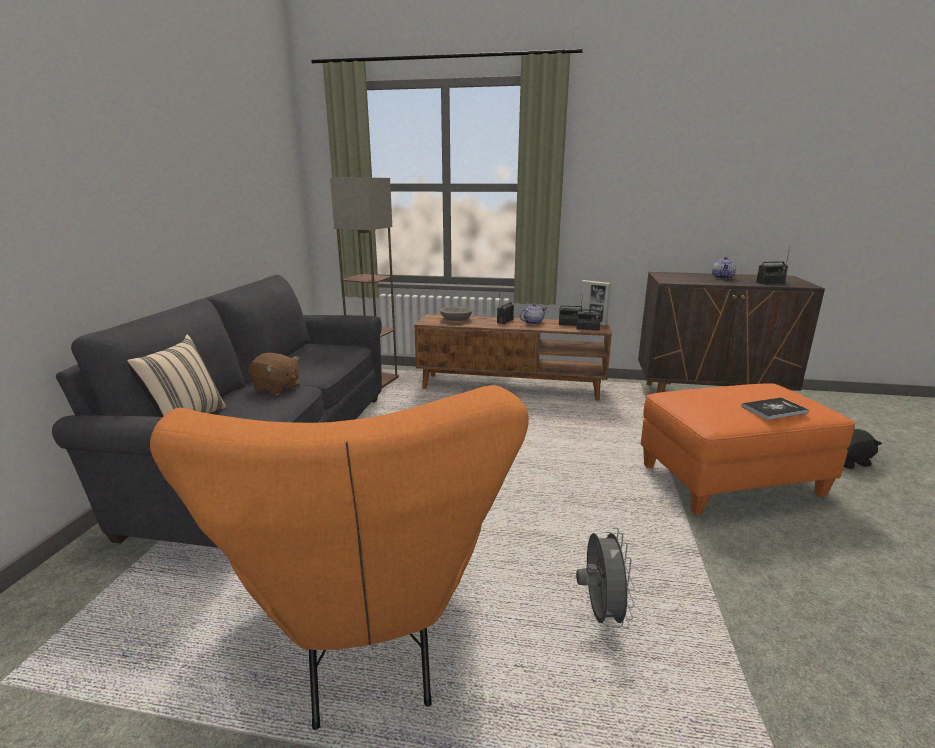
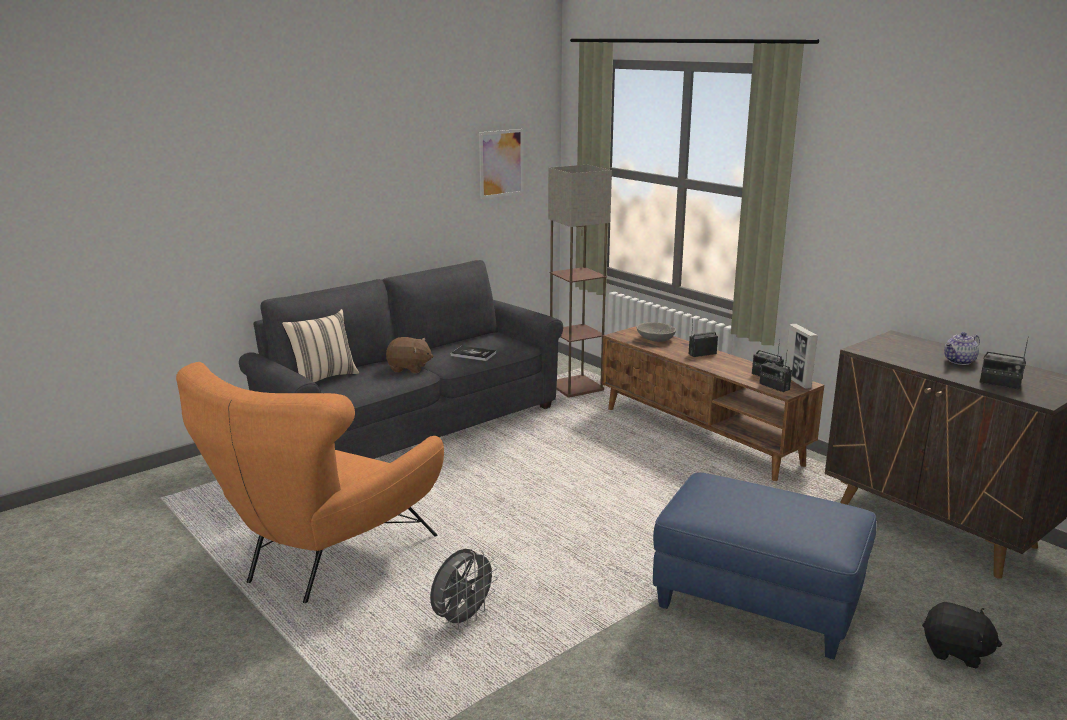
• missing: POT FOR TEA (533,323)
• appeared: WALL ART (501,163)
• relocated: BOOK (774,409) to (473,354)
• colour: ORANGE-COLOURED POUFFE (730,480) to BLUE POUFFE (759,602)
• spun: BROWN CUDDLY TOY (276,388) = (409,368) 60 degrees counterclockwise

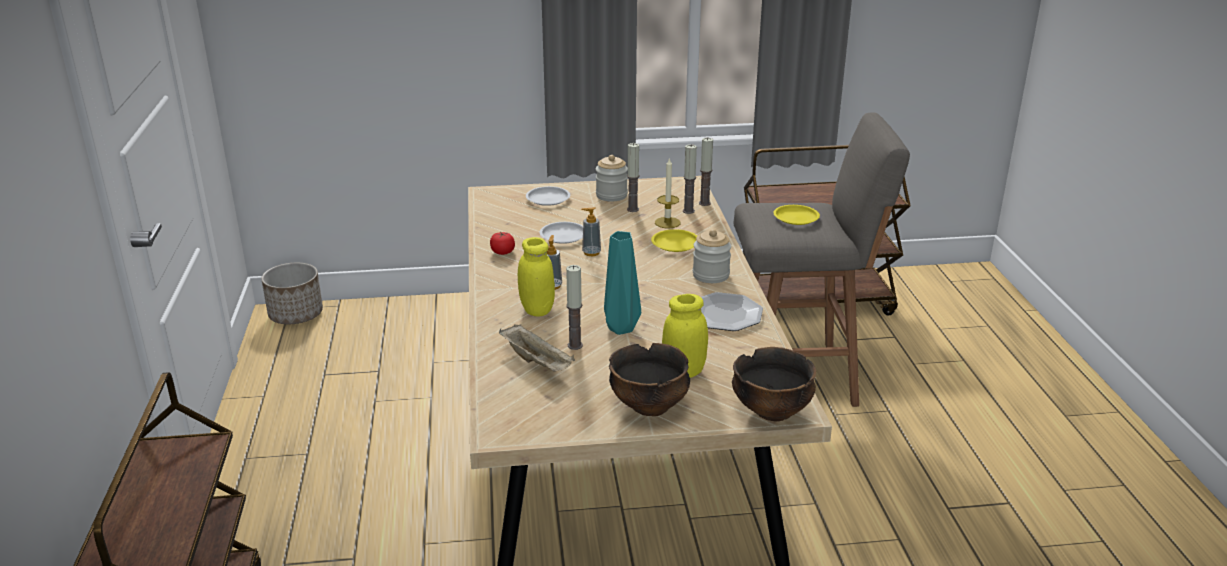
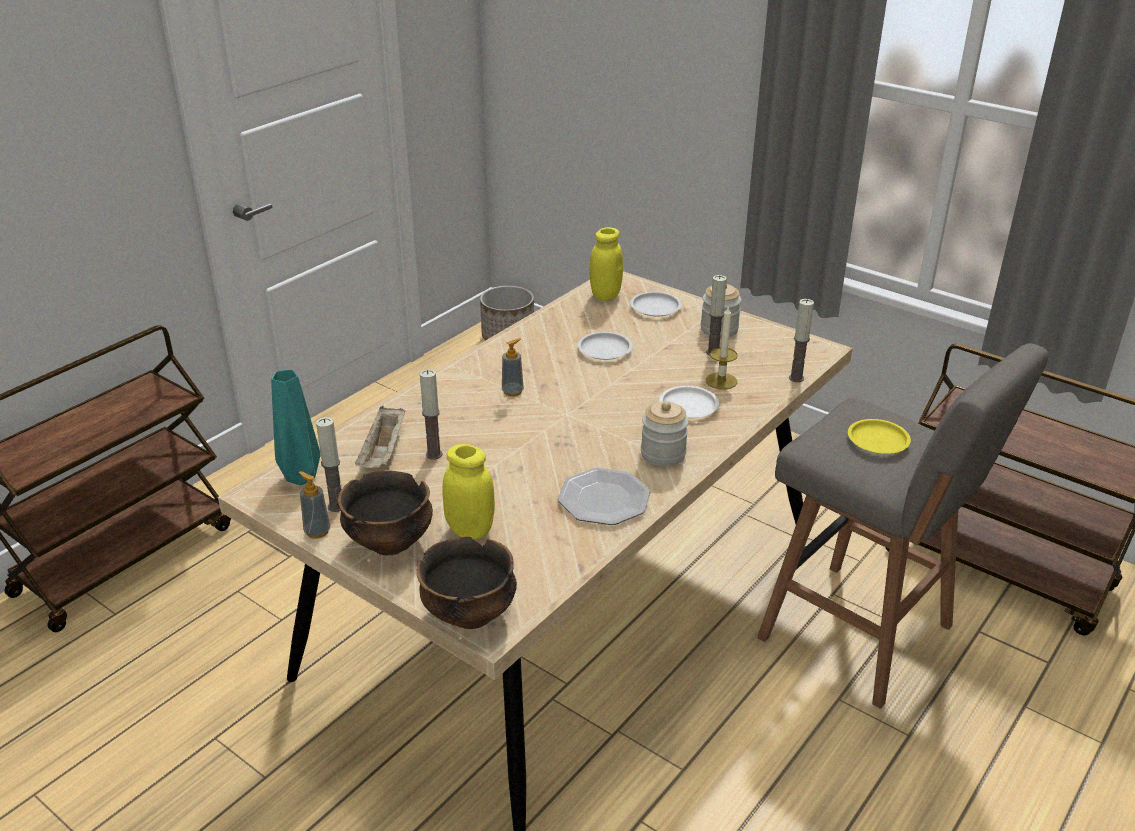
• missing: TOMATO (502,252)
• relocated: YELLOWISH STORAGE JAR (537,310) to (605,295)
• relocated: SOAP BOTTLE (591,253) to (317,531)
• relocated: TURQUOISE DECORATIVE VASE (623,328) to (302,477)
• relocated: CANDLE (688,211) to (336,506)
• colour: YELLOWISH PLATE (676,244) to WHITE PLATE (689,406)

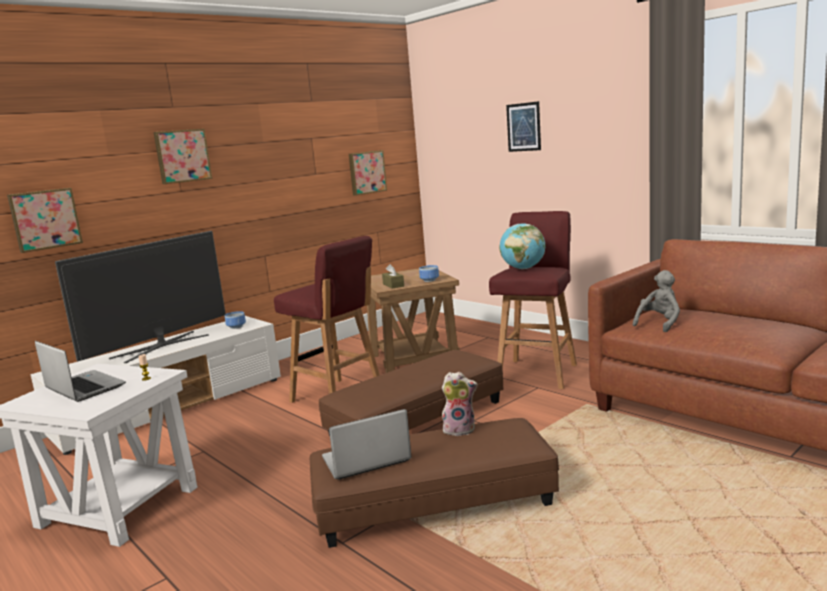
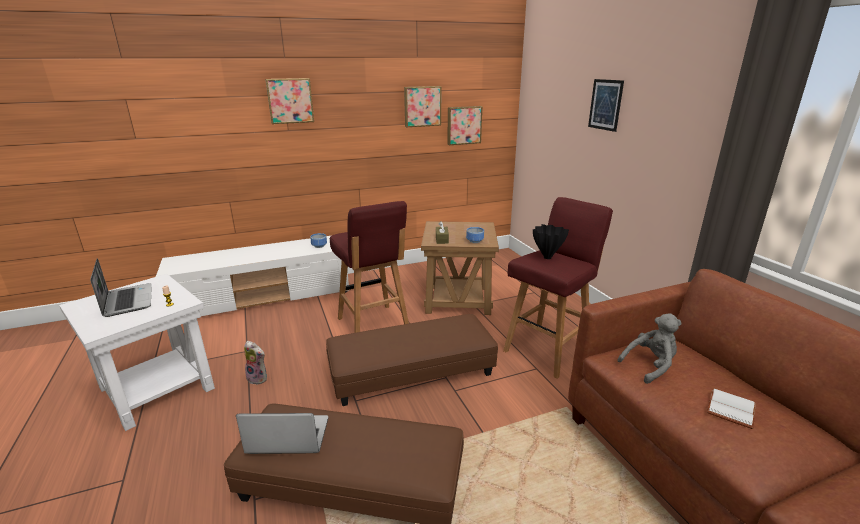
• missing: TELEVISION (161,346)
• appeared: WHITE BOOK (732,410)
• relocated: WALL ART (45,219) to (422,106)
• relocated: CUDDLY TOY (460,429) to (259,378)
• exchanged: WORLD GLOBE (523,268) to BLACKISH DECORATIVE VASE (546,257)

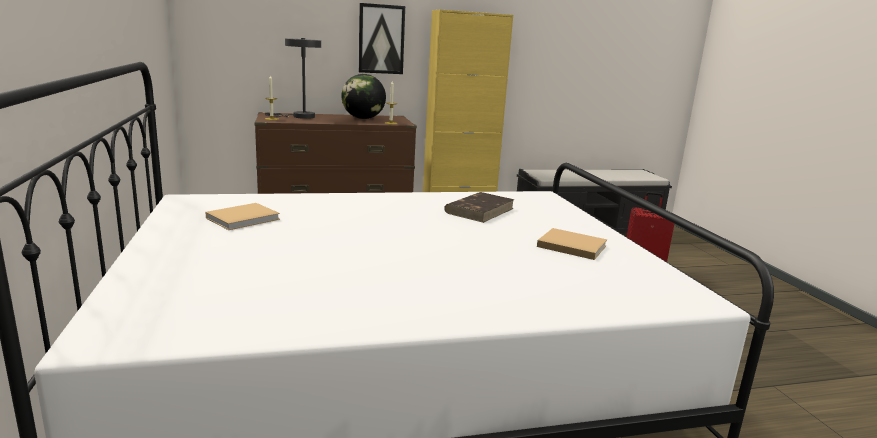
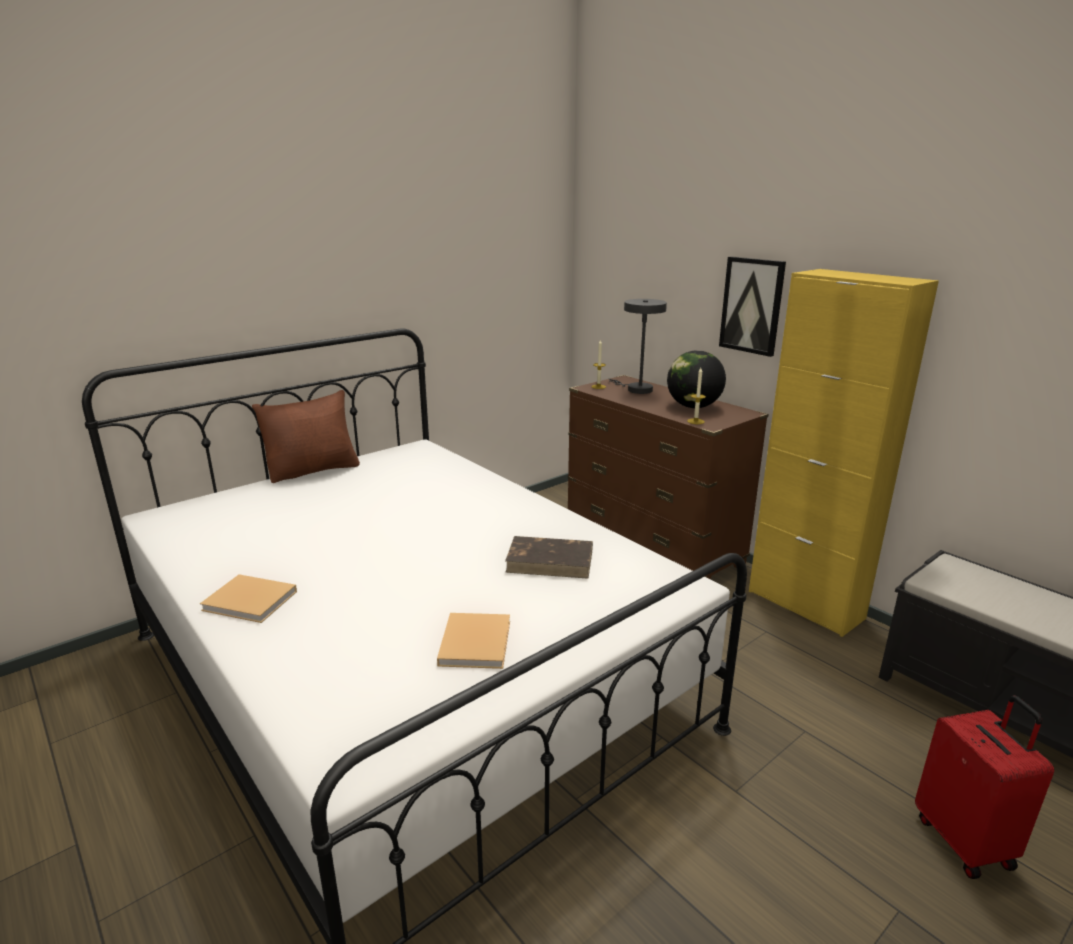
• appeared: BROWN PILLOW (313,470)
• relocated: BEIGE-COLOURED BOOK (245,218) to (252,601)

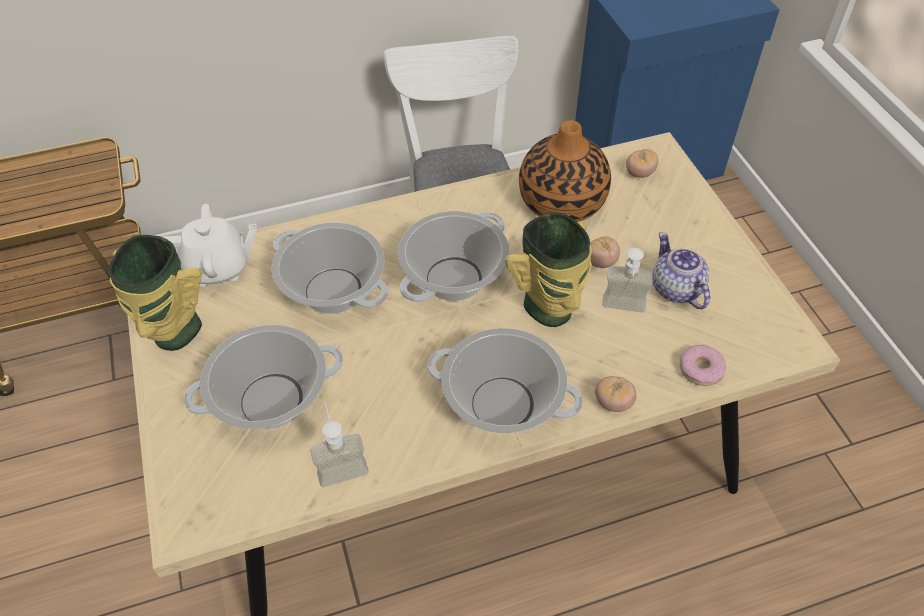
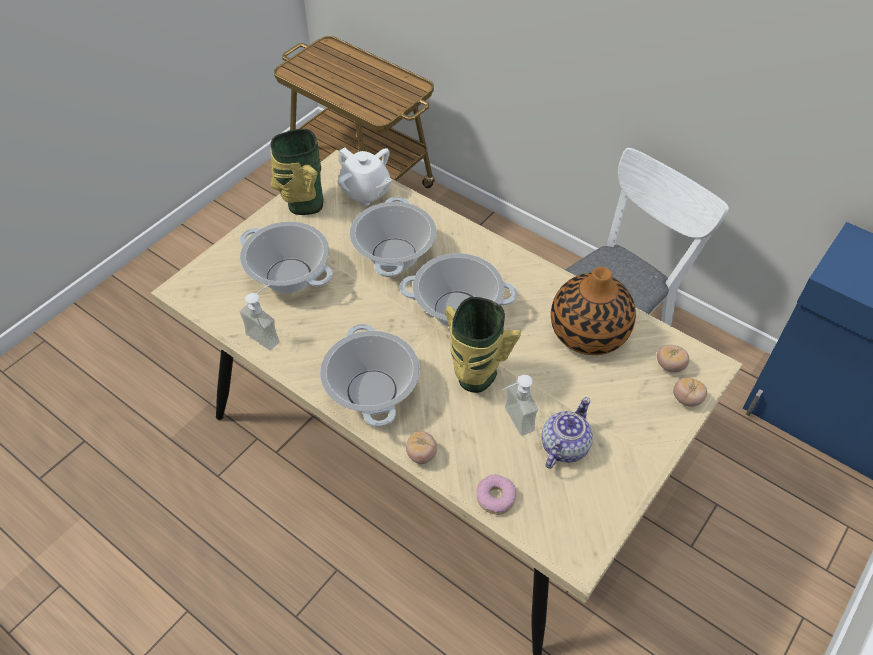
• relocated: TOMATO (601,262) to (686,399)

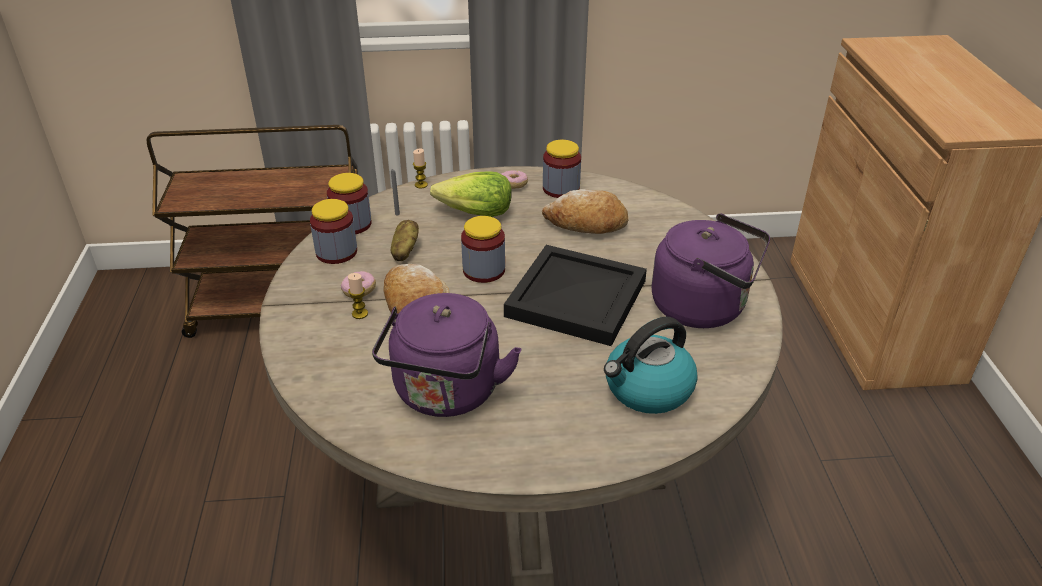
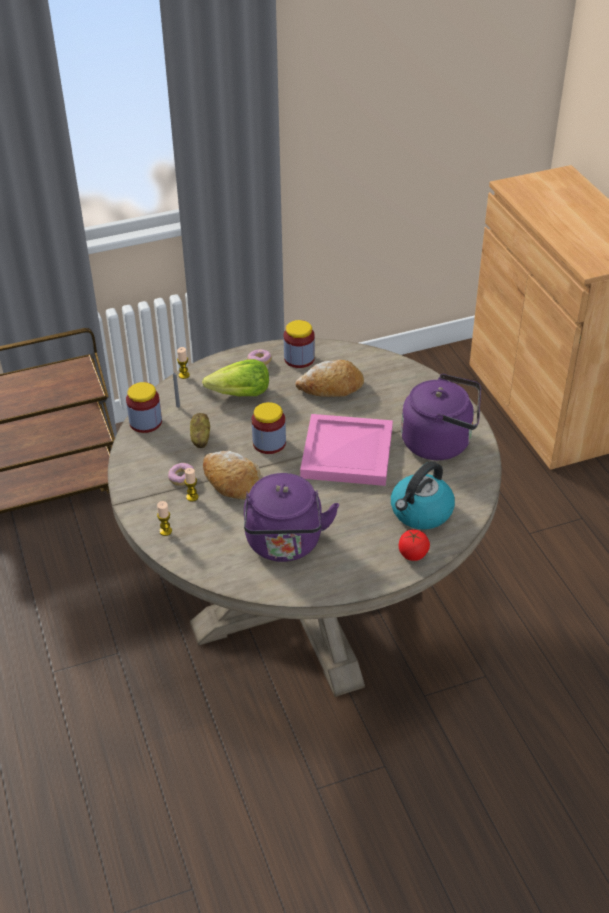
• missing: STORAGE JAR (336,252)
• appeared: CANDLE (165,531)
• appeared: TOMATO (413,554)
• colour: BLACKISH CARRYING TRAY (577,300) to PINK CARRYING TRAY (348,454)

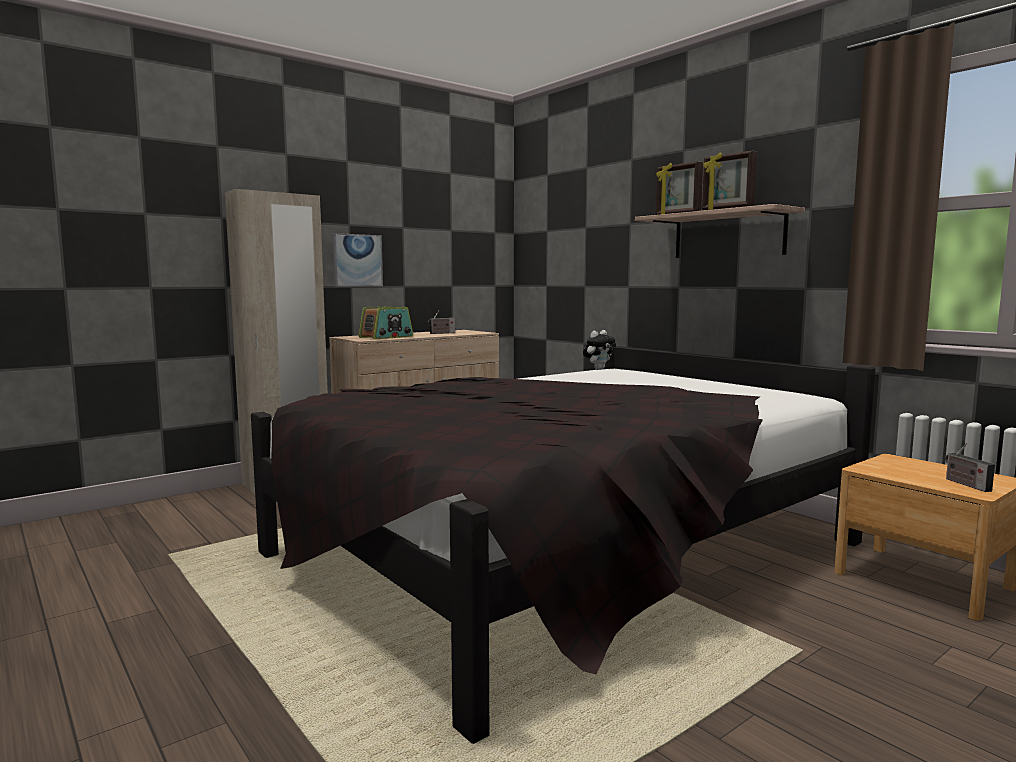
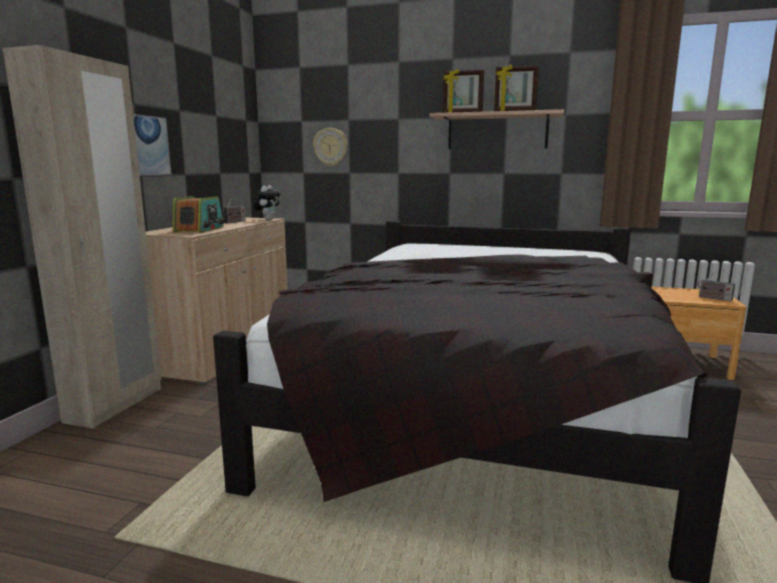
• appeared: CLOCK ON THE WALL (331,147)
• relocated: CUDDLY TOY (598,369) to (268,219)

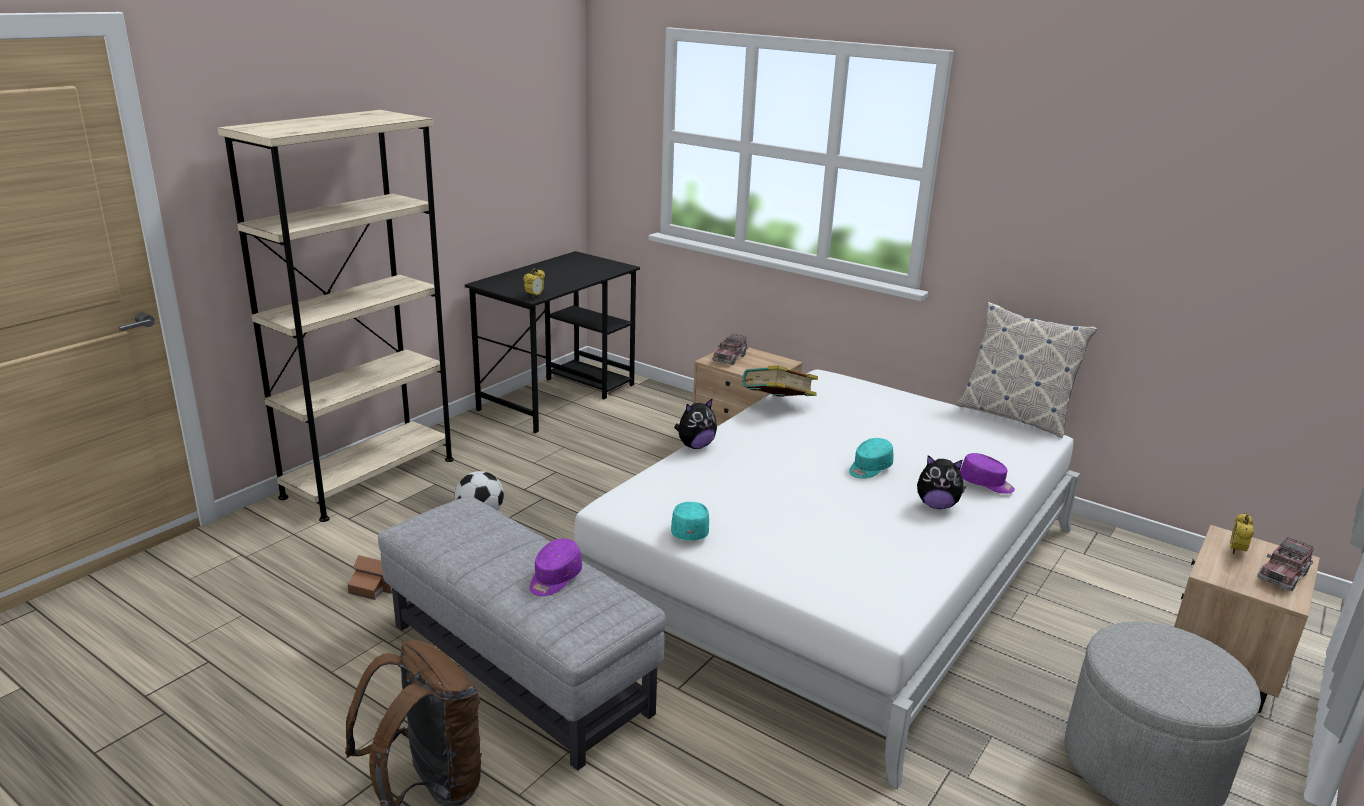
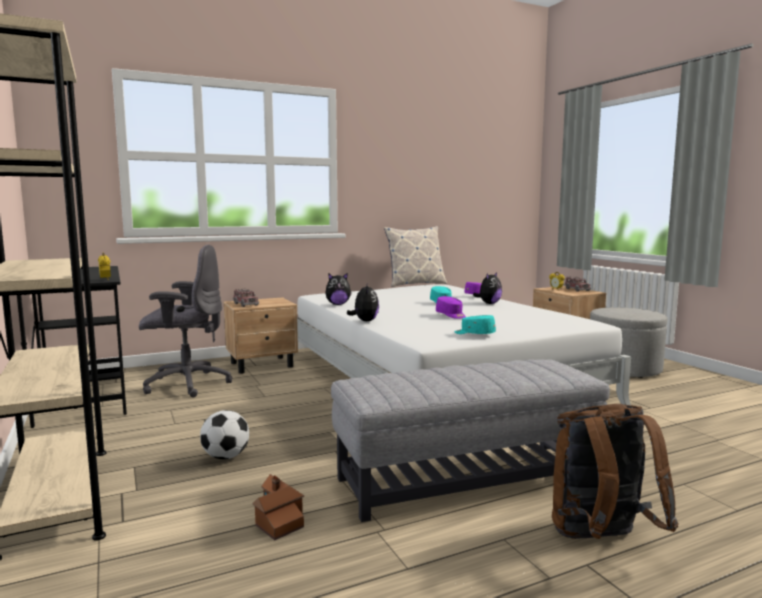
• appeared: GREY OFFICE CHAIR (186,384)
• relocated: PURPLISH CAP (554,579) to (451,315)
• exchanged: BOOK (777,405) to CUDDLY TOY (338,304)

